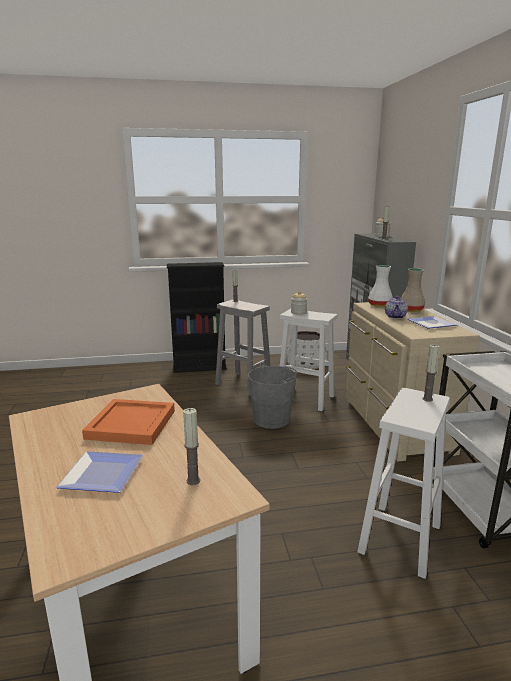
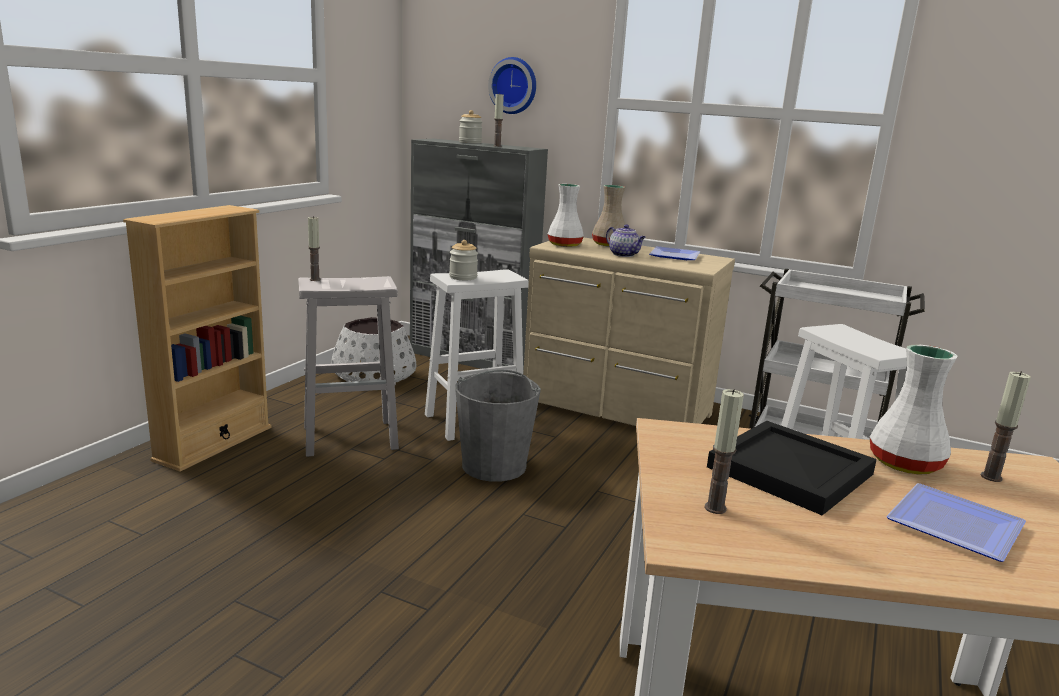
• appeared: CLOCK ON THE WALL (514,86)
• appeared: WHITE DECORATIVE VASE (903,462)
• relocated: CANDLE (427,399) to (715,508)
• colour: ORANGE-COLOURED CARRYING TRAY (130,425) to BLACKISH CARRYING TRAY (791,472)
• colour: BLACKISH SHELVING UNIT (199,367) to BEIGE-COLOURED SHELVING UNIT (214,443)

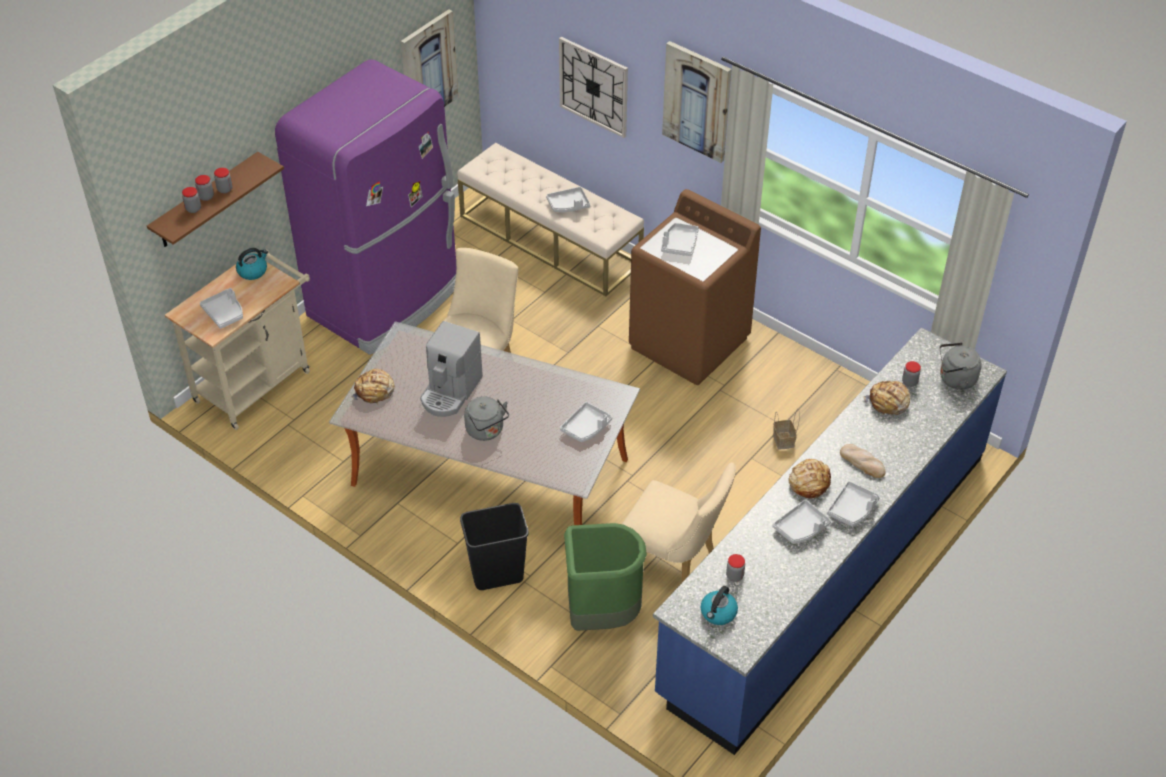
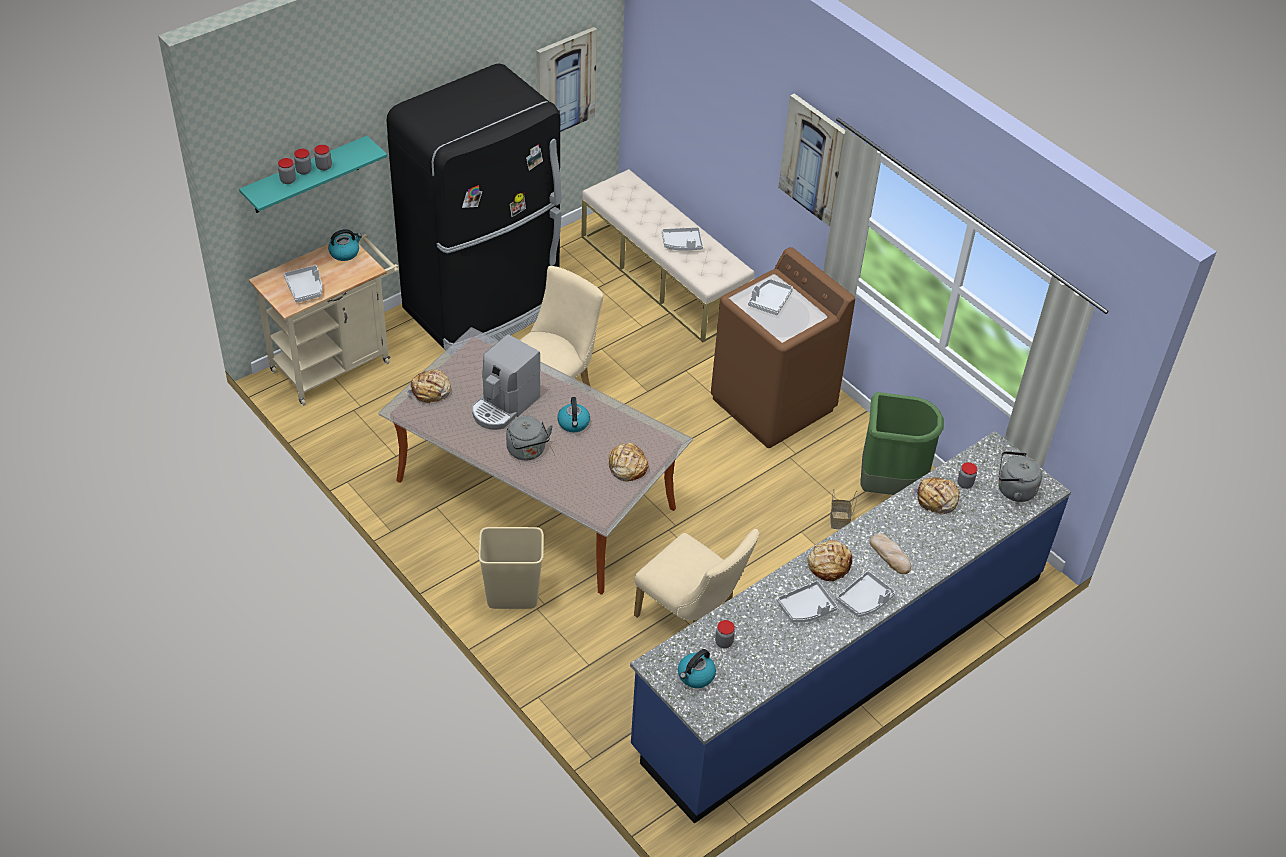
• missing: CLOCK ON THE WALL (594,86)
• appeared: TEA KETTLE (573,423)
• relocated: GREENISH RUBBISH BIN (601,615) to (888,485)
• exchanged: GREY CARRYING TRAY (586,427) to BAKERY BREAD (627,467)
• colour: BROWN SHELF (206,201) to TURQUOISE SHELF (306,175)
• colour: PURPLISH REFRIGERATOR (386,300) to BLACKISH REFRIGERATOR (484,307)
• colour: BLACKISH RUBBISH BIN (497,575) to BEIGE-COLOURED RUBBISH BIN (512,597)

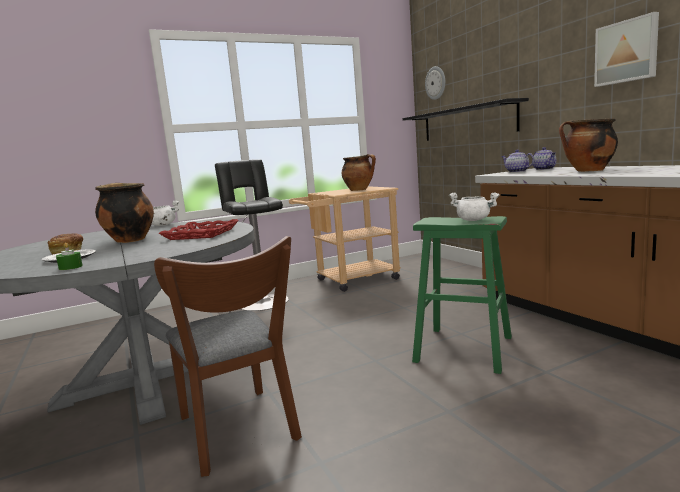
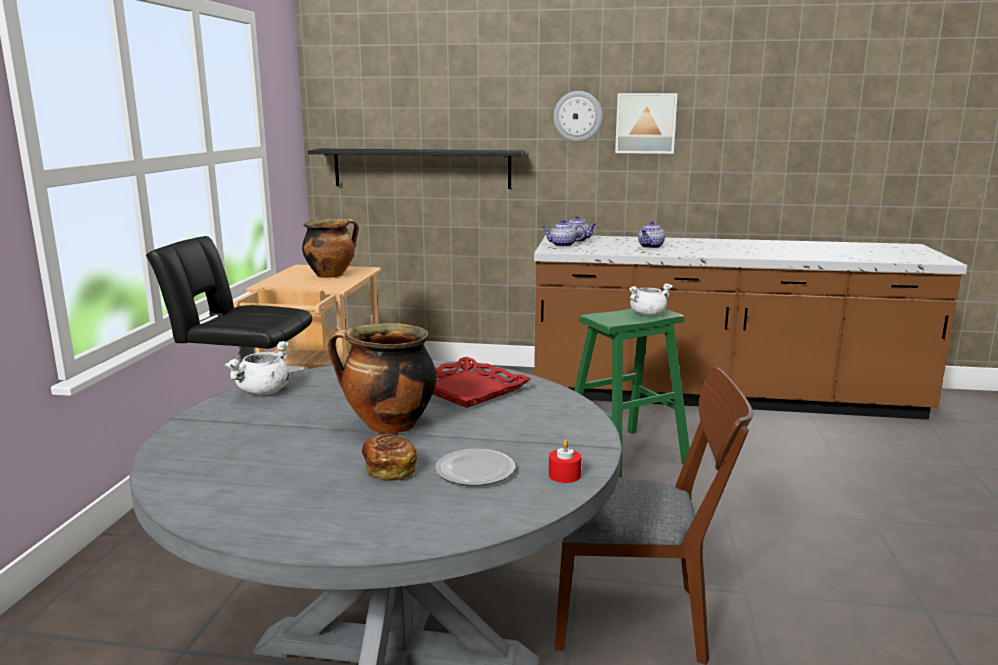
• relocated: CLOCK ON THE WALL (436,83) to (577,116)
• exchanged: STOCKPOT (588,171) to POT FOR TEA (650,247)
• colour: GREENISH CANDLE (70,267) to RED CANDLE (564,475)

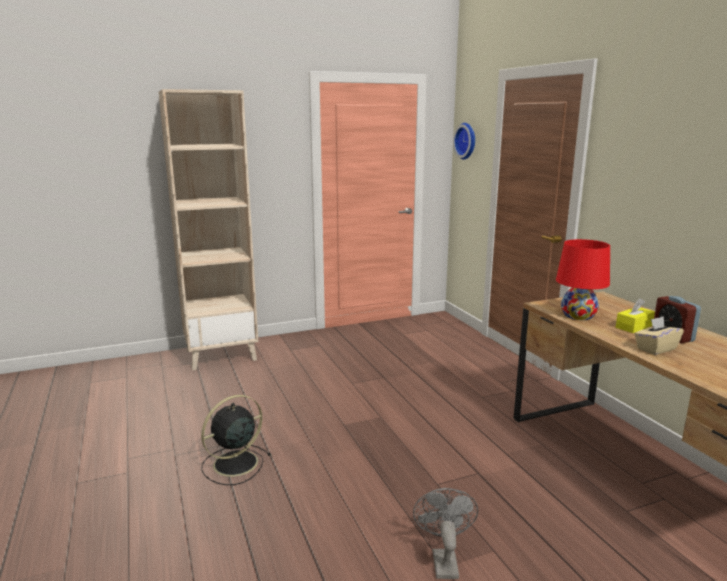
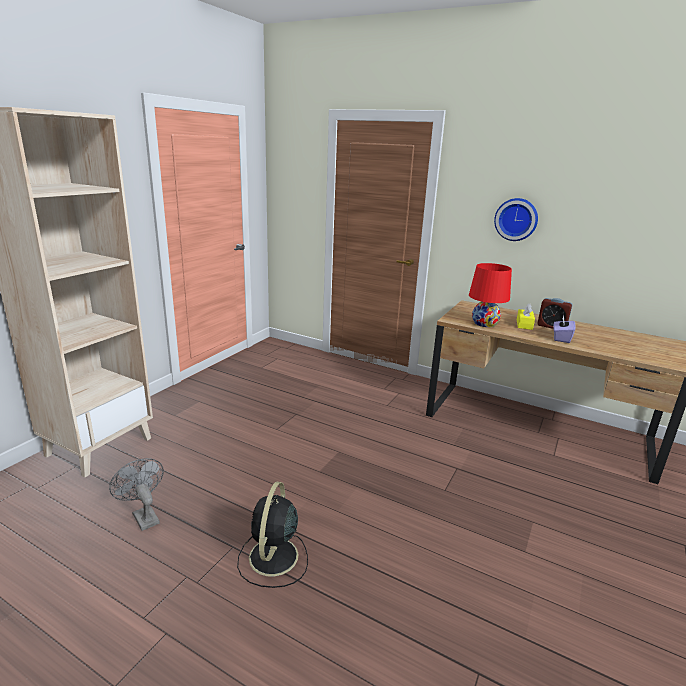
• relocated: GREY COOLING FAN (443,560) to (143,516)
• relocated: CLOCK ON THE WALL (467,141) to (516,219)
• colour: BEIGE-COLOURED TISSUE BOX (655,348) to PURPLISH TISSUE BOX (561,338)

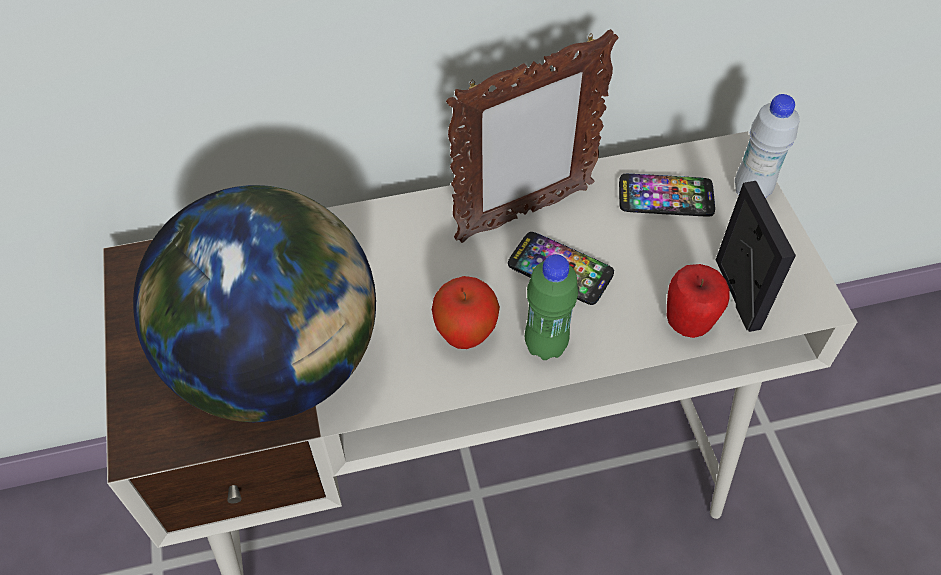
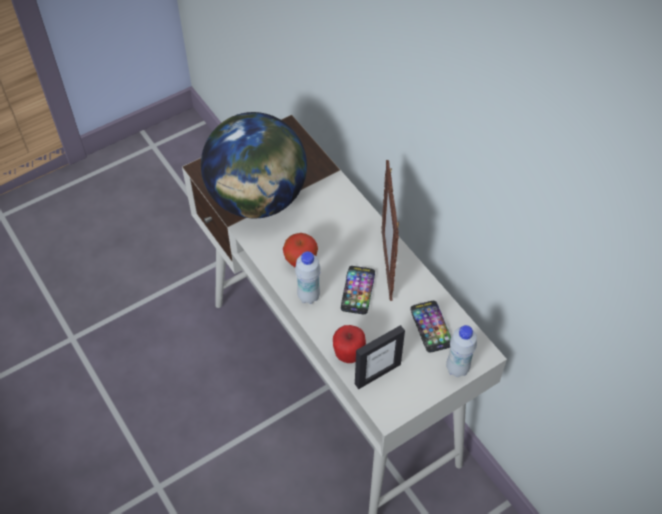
• colour: GREENISH BEVERAGE BOTTLE (545,345) to WHITE BEVERAGE BOTTLE (308,296)
• spun: STANDING FRAME (523,214) = (387,265) 45 degrees clockwise

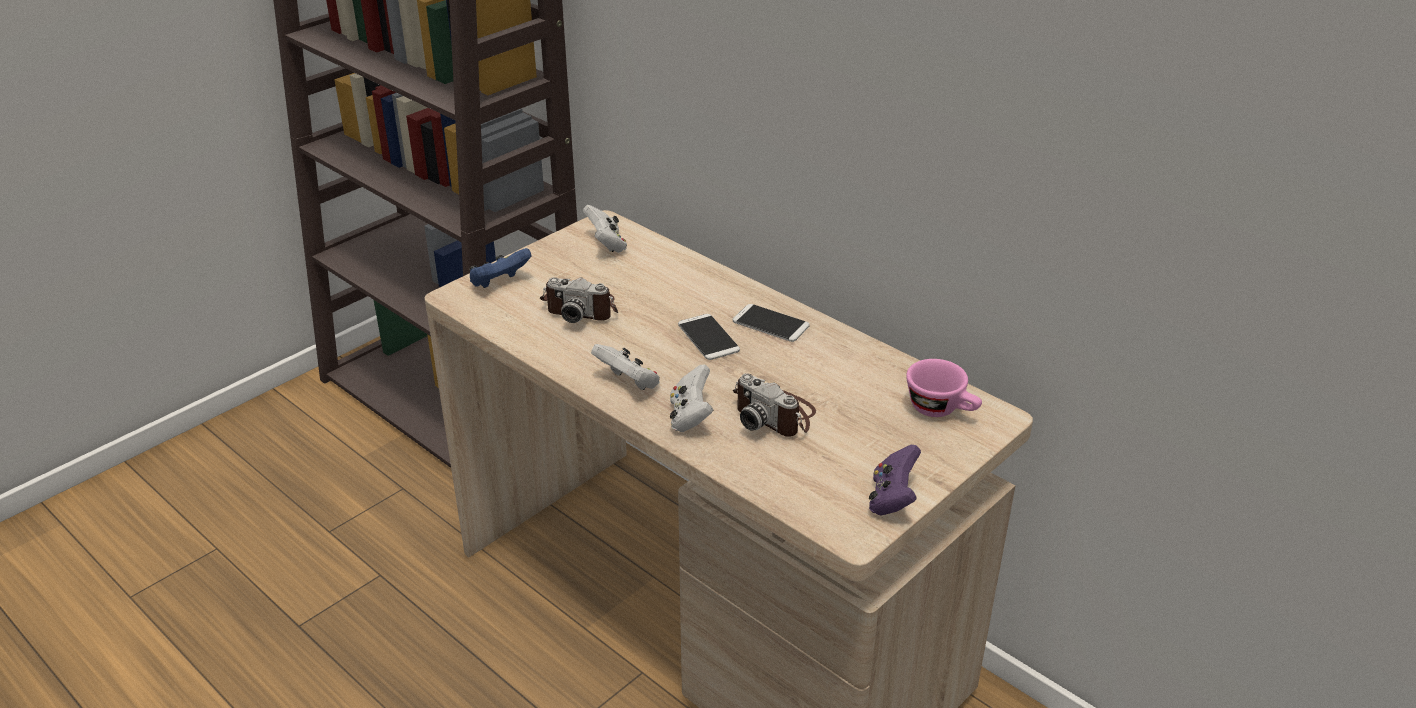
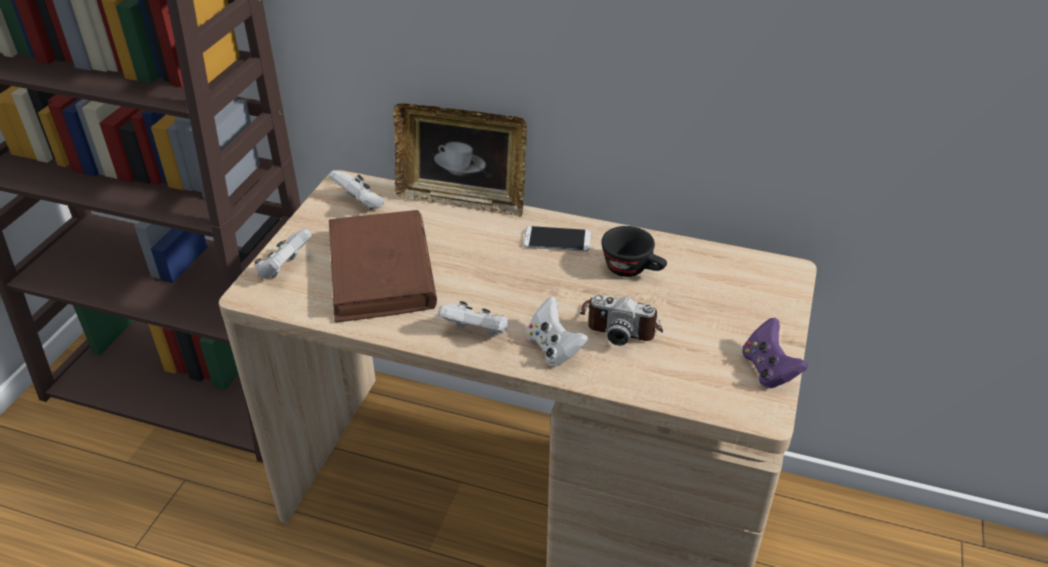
• missing: TELEPHONE (708,338)
• missing: PINK DRINKING CUP (942,409)
• appeared: STANDING FRAME (462,200)
• appeared: BLACKISH DRINKING CUP (633,269)
• exchanged: STILL CAMERA (581,308) to BROWN BOOK (381,272)
• colour: BLUE GAME CONTROLLER (499,283) to WHITE GAME CONTROLLER (285,268)

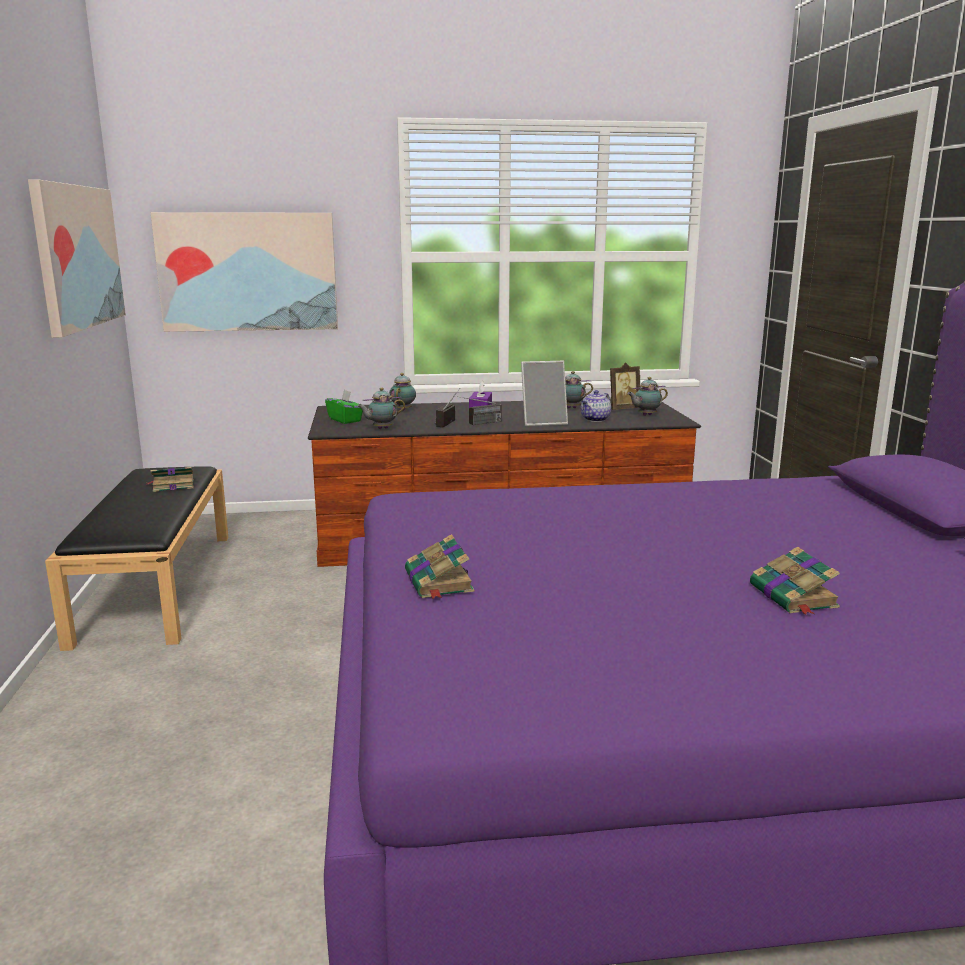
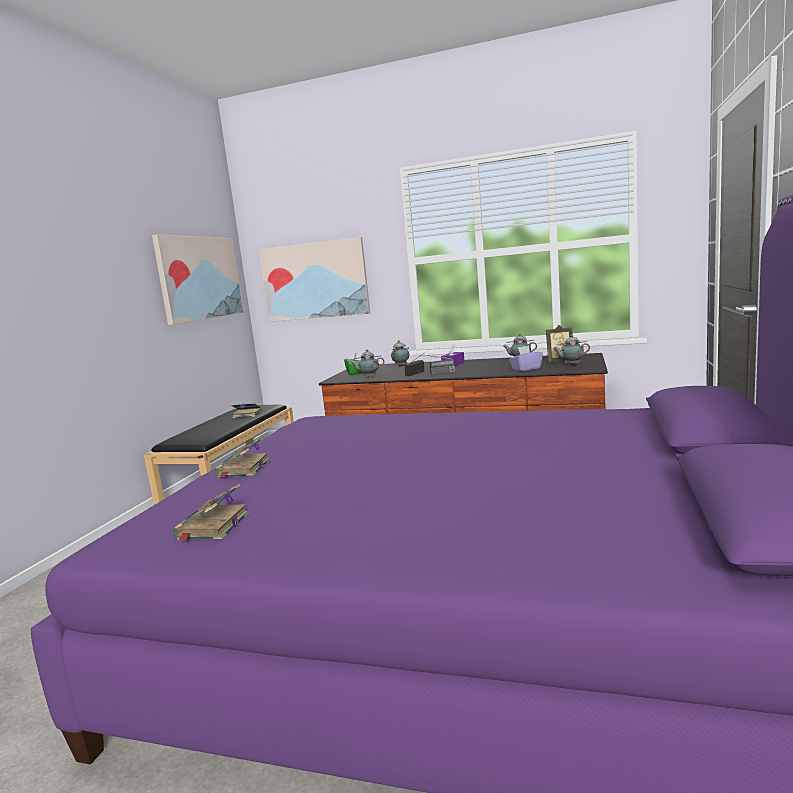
• missing: STANDING FRAME (543,422)
• relocated: BOOK (794,597) to (212,526)
• exchanged: POT FOR TEA (595,419) to PURPLISH TISSUE BOX (526,369)

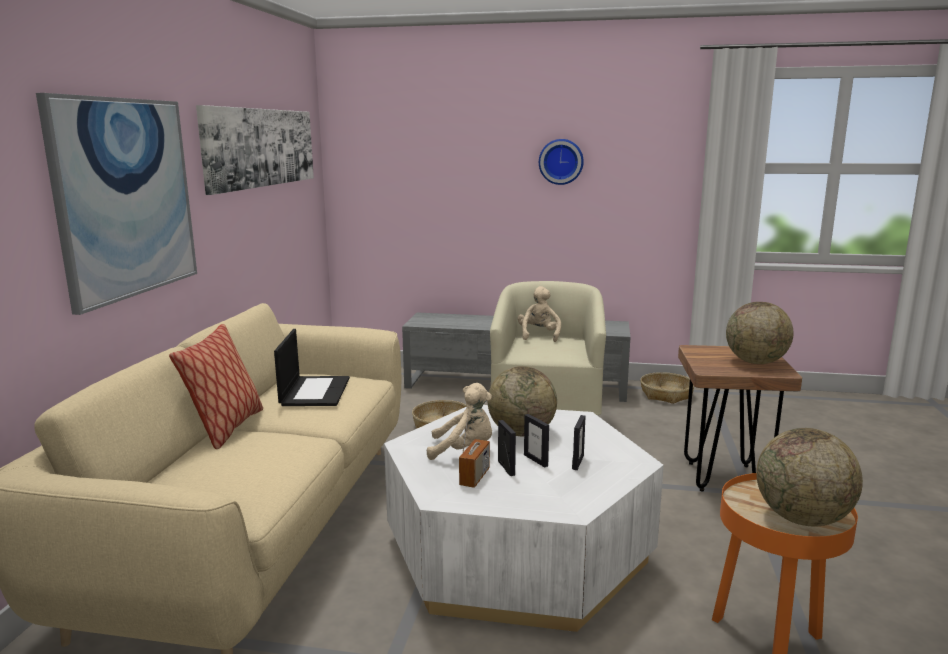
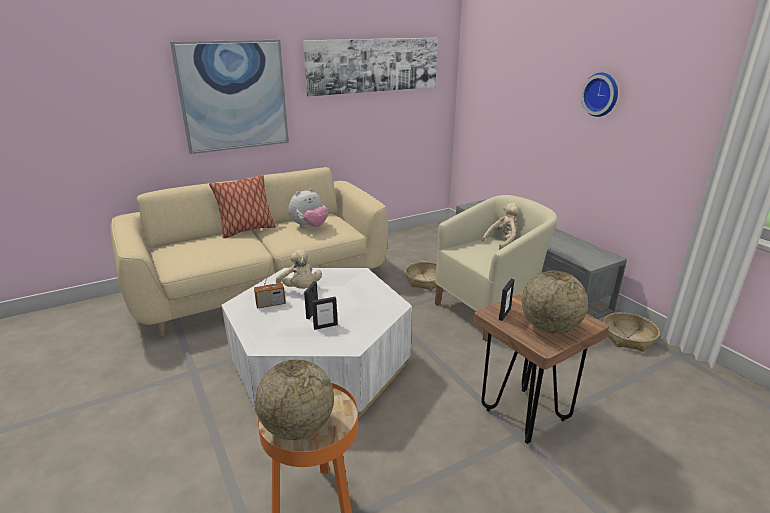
• missing: WORLD GLOBE (521,432)
• relocated: STANDING FRAME (506,468) to (504,314)
• exchanged: LAPTOP (315,391) to CUDDLY TOY (309,227)

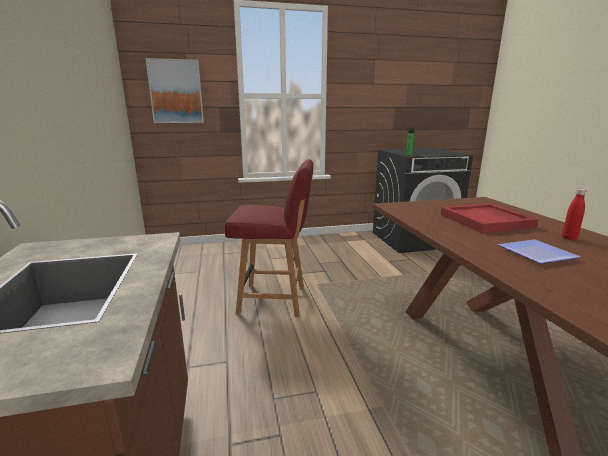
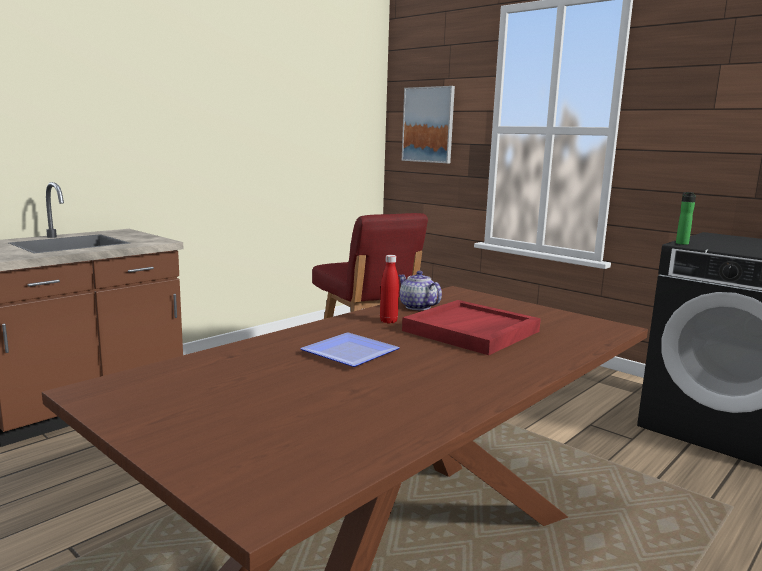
• appeared: POT FOR TEA (417,307)
• relocated: RED BEVERAGE BOTTLE (569,238) to (388,321)

